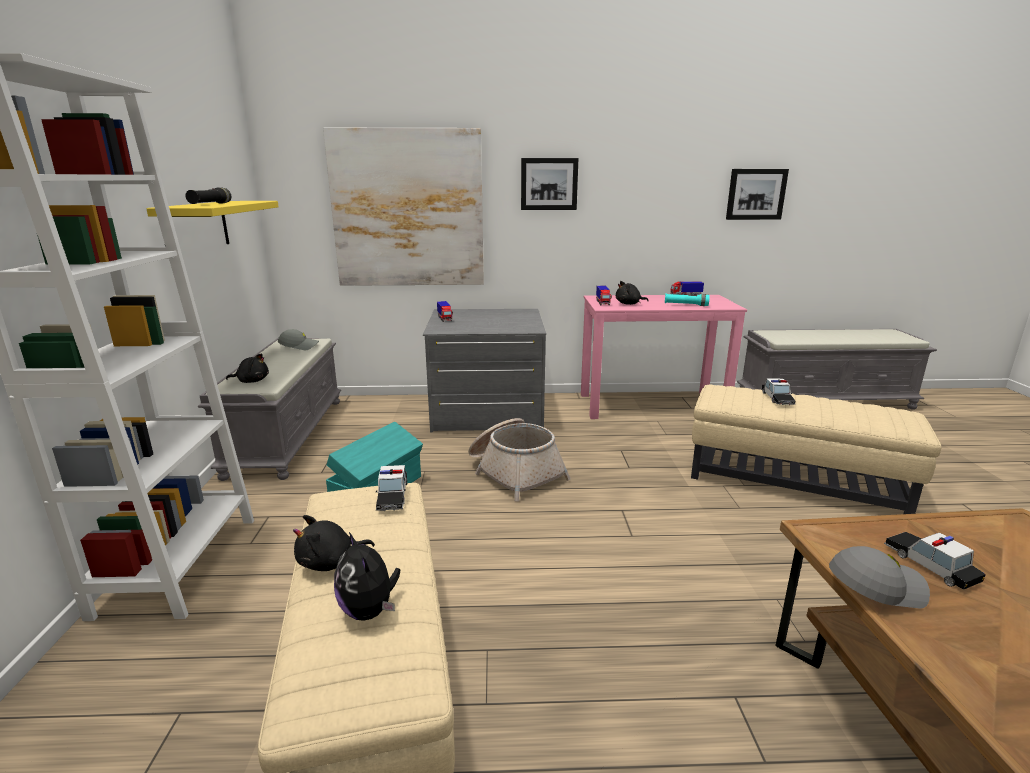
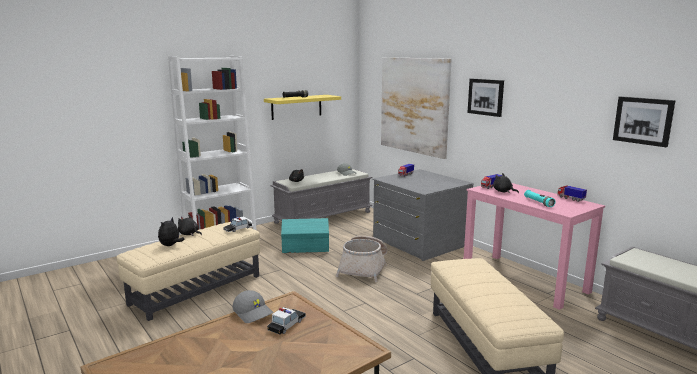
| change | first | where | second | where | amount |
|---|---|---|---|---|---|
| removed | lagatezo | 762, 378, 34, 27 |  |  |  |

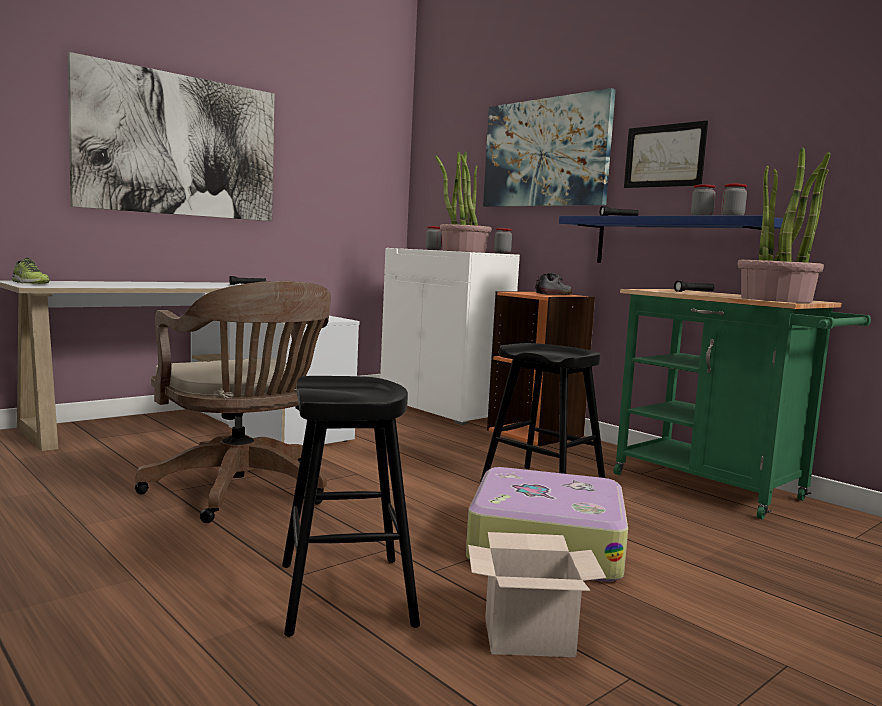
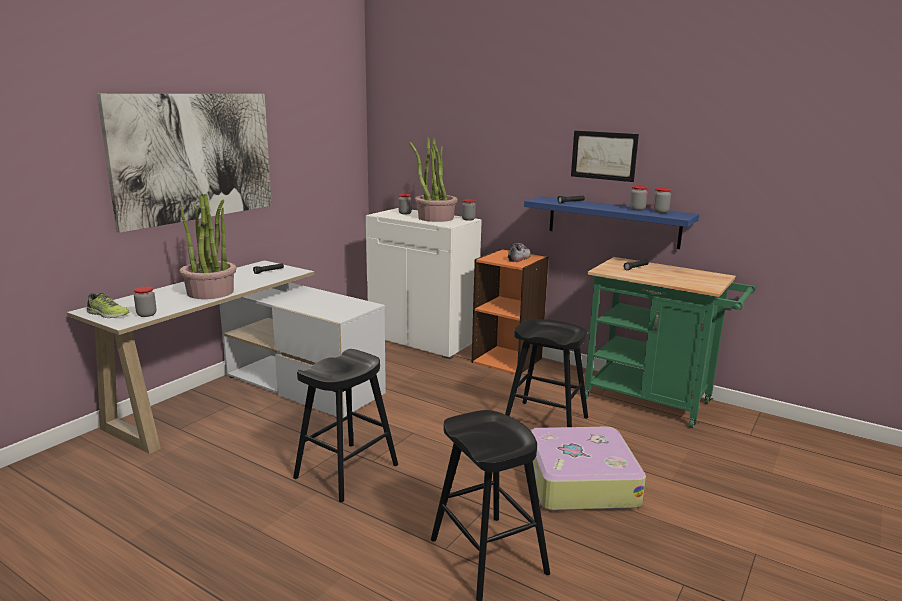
| change | first | where | second | where | amount |
|---|---|---|---|---|---|
| removed | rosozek | 483, 88, 133, 119 |  |  |  |
| moved | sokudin | 738, 147, 93, 156 |  | 180, 194, 56, 105 |  |
| replaced | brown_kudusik | 135, 281, 196, 242 | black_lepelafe | 293, 349, 105, 153 |  |
| removed | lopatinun | 468, 532, 138, 125 |  |  |  |
| added |  |  | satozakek | 134, 286, 23, 31 |  |

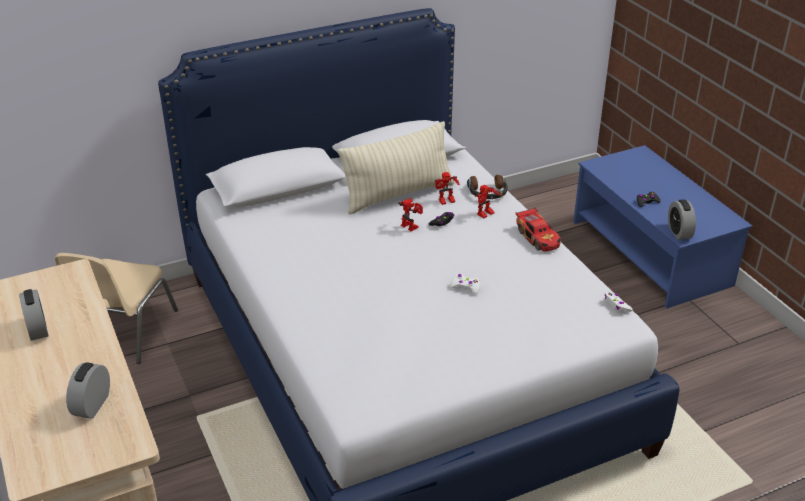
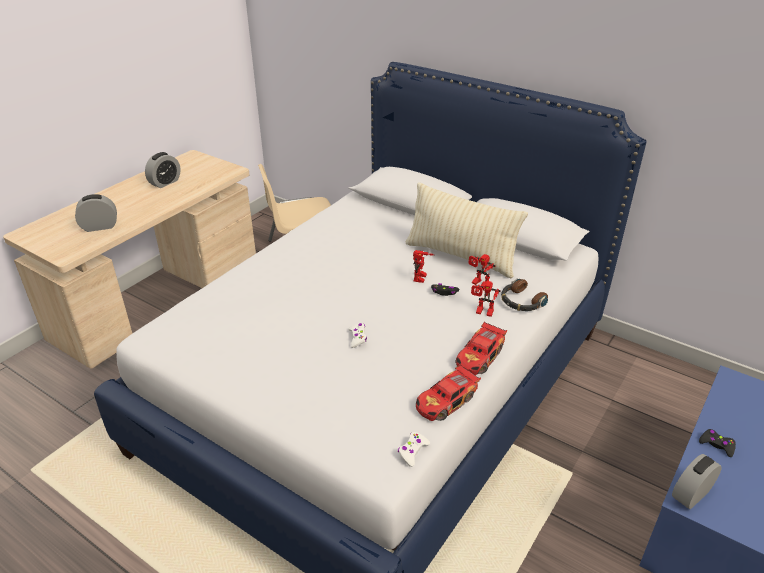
| change | first | where | second | where | amount |
|---|---|---|---|---|---|
| added |  |  | lagatezo | 416, 364, 65, 57 |  |

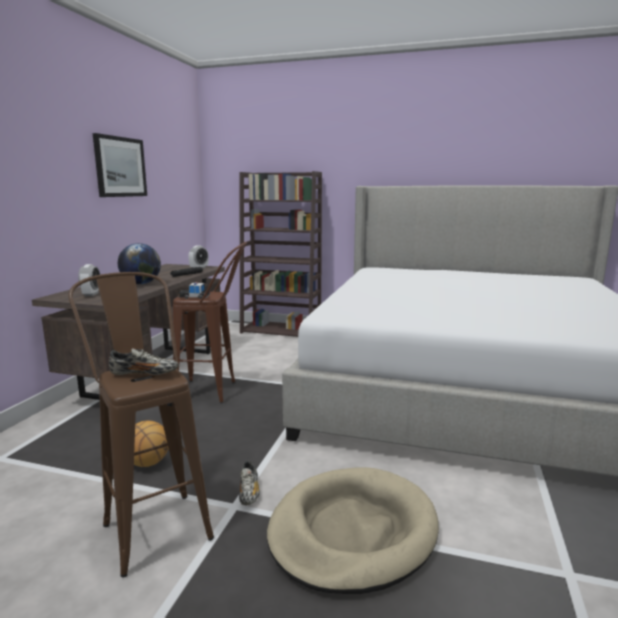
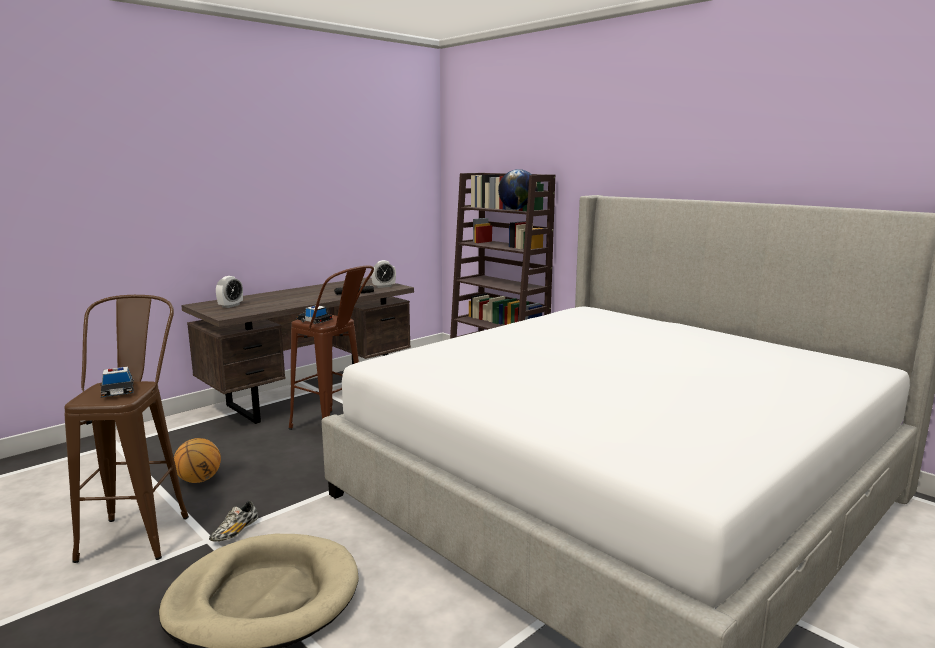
| change | first | where | second | where | amount |
|---|---|---|---|---|---|
| removed | rosozek | 93, 133, 54, 64 |  |  |  |
| moved | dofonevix | 118, 243, 43, 41 |  | 498, 169, 40, 41 |  |
| replaced | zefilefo | 109, 348, 70, 27 | lagatezo | 100, 367, 34, 31 |  |

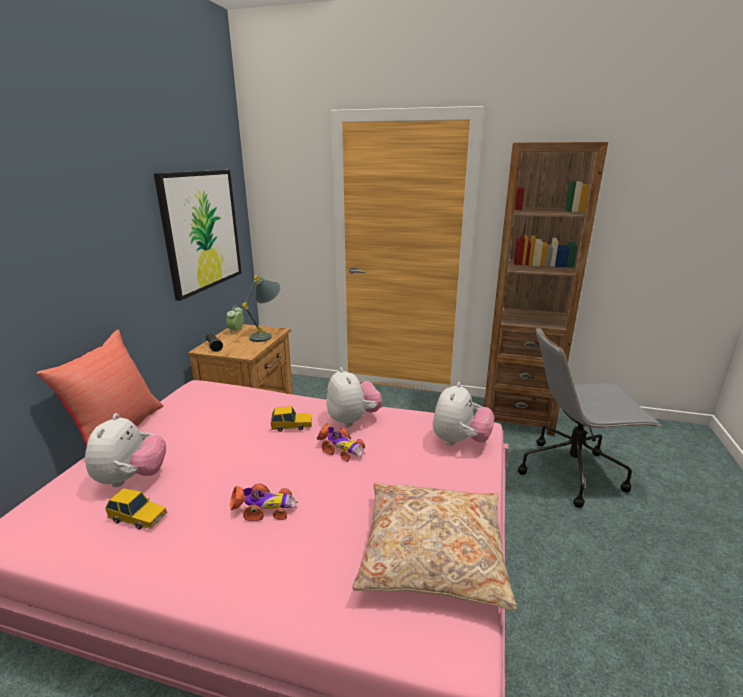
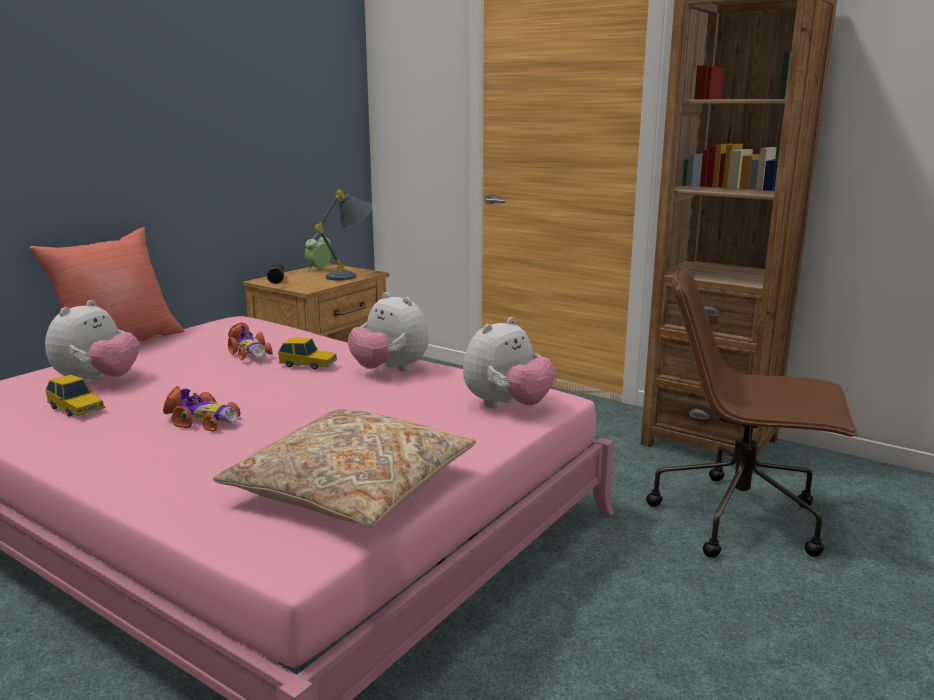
| change | first | where | second | where | amount |
|---|---|---|---|---|---|
| removed | rosozek | 154, 170, 88, 131 |  |  |  |
| recoloured | grey_kudusik | 518, 327, 143, 181 | brown_kudusik | 646, 266, 212, 292 |  |
| turned | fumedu | 327, 367, 56, 60 |  | 348, 292, 81, 79 | 135 degrees clockwise |
| moved | lagatezo | 317, 423, 48, 38 |  | 228, 323, 45, 38 |  |

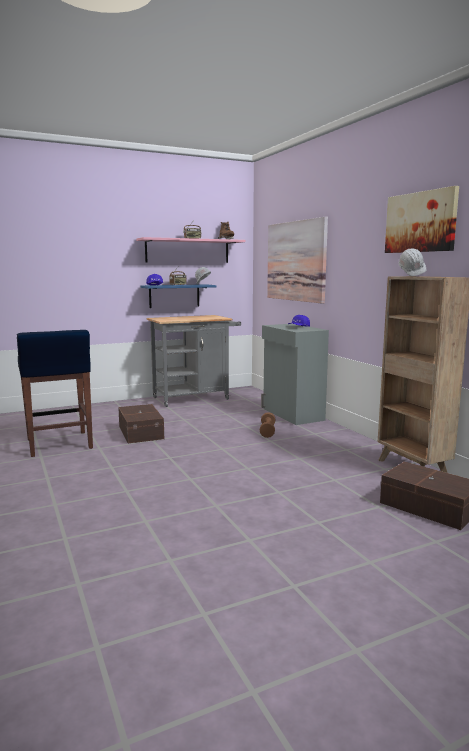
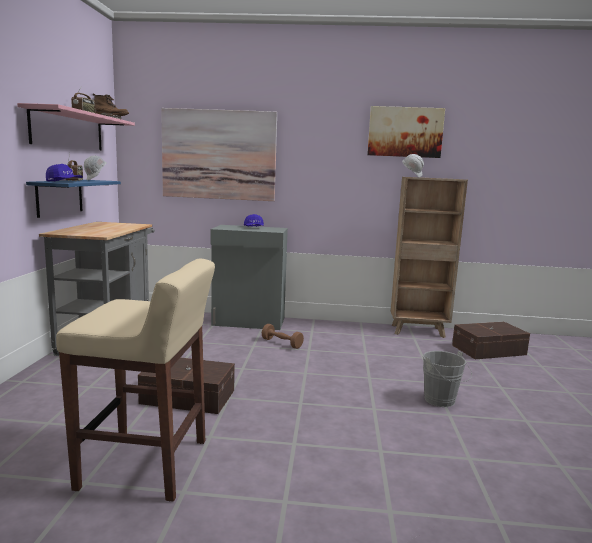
| change | first | where | second | where | amount |
|---|---|---|---|---|---|
| recoloured | blue_lepelafe | 17, 330, 76, 127 | beige_lepelafe | 56, 259, 159, 243 |  |
| added |  |  | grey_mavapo | 423, 351, 49, 56 |  |

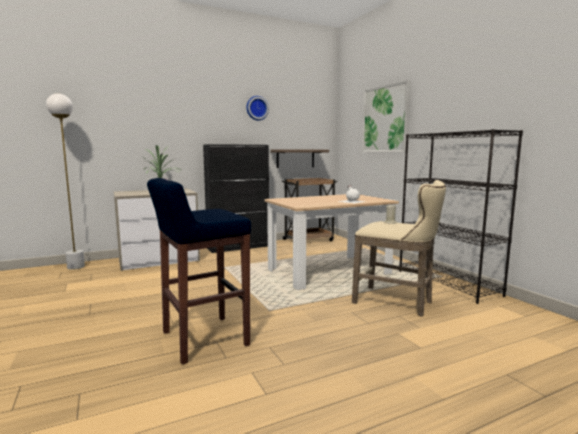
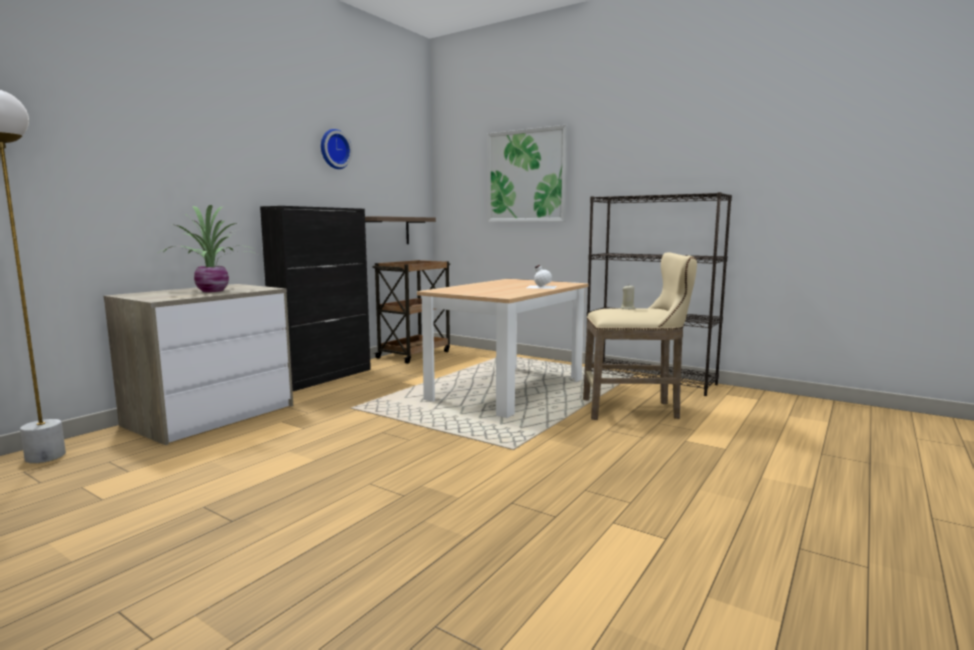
| change | first | where | second | where | amount |
|---|---|---|---|---|---|
| removed | blue_lepelafe | 147, 178, 104, 186 |  |  |  |

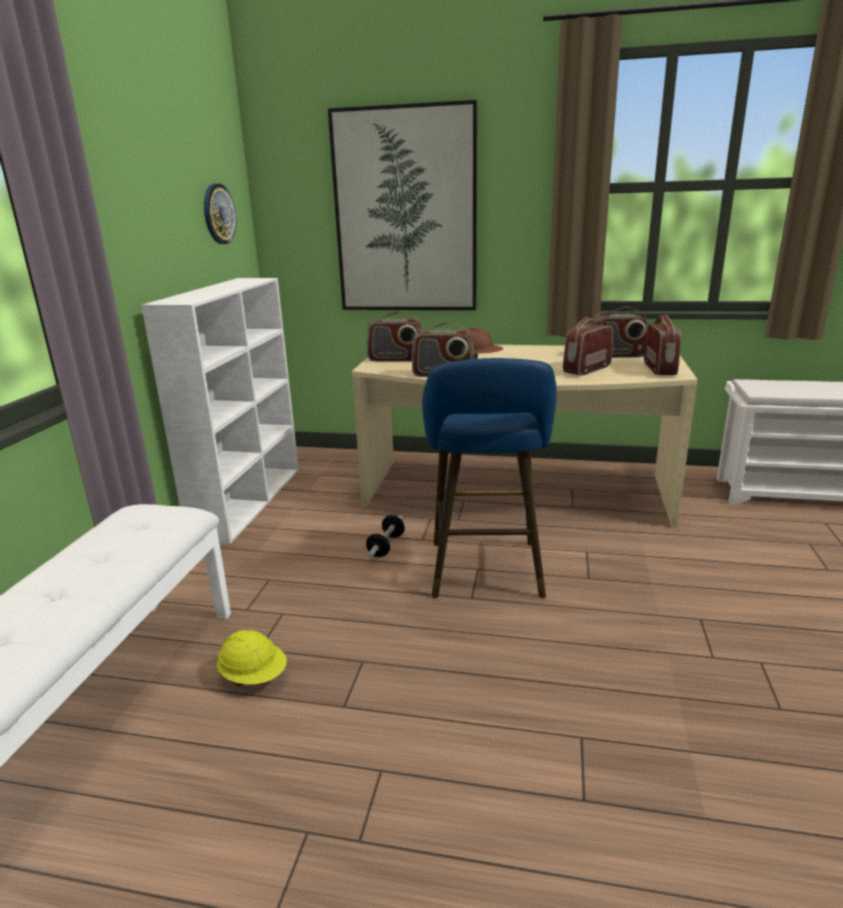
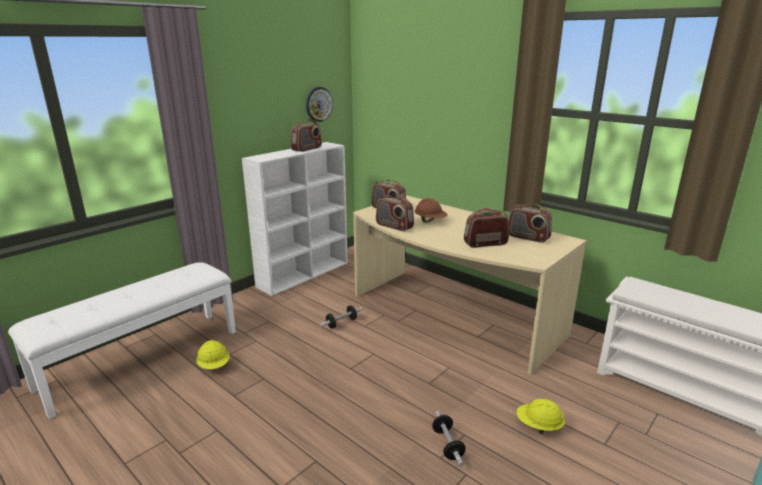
| change | first | where | second | where | amount |
|---|---|---|---|---|---|
| removed | rosozek | 328, 100, 149, 210 |  |  |  |
| moved | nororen | 644, 315, 37, 60 |  | 291, 119, 31, 33 |  |
| removed | blue_lepelafe | 422, 358, 135, 240 |  |  |  |
| added |  |  | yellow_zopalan | 516, 399, 49, 35 |  |
| added |  |  | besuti | 432, 411, 33, 55 |  |

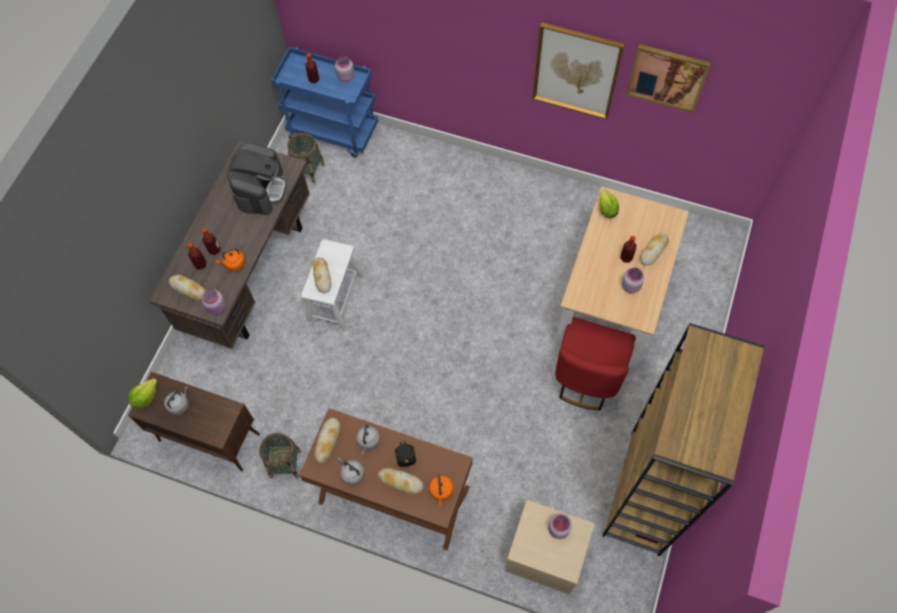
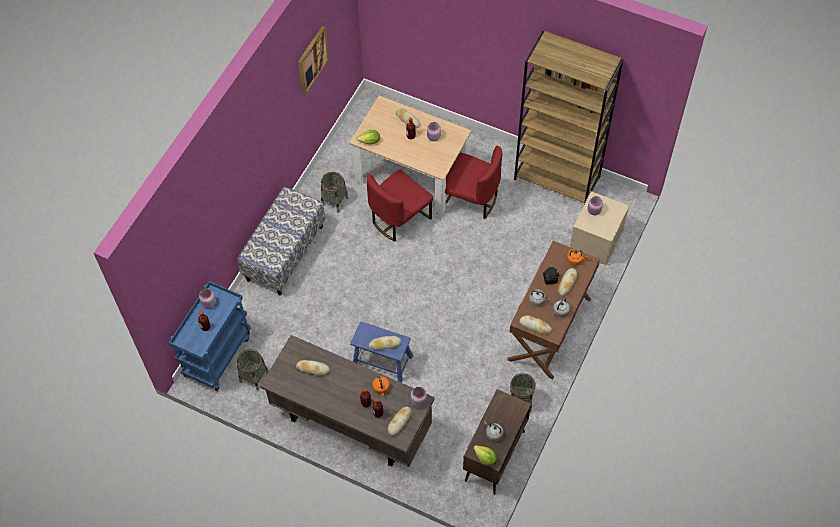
| change | first | where | second | where | amount |
|---|---|---|---|---|---|
| removed | rosozek | 532, 22, 92, 97 |  |  |  |
| replaced | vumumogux | 228, 142, 59, 73 | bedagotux | 296, 360, 34, 16 |  |
| recoloured | white_lepelafe | 301, 240, 63, 90 | blue_lepelafe | 350, 322, 63, 61 |  |
| added |  |  | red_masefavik | 366, 169, 67, 73 |  |
| added |  |  | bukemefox | 321, 172, 28, 41 |  |
| added |  |  | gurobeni | 237, 187, 89, 108 |  |

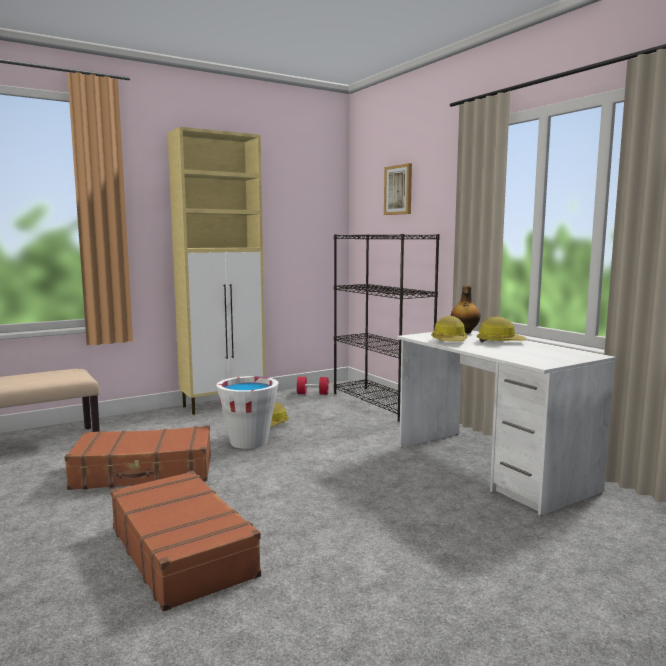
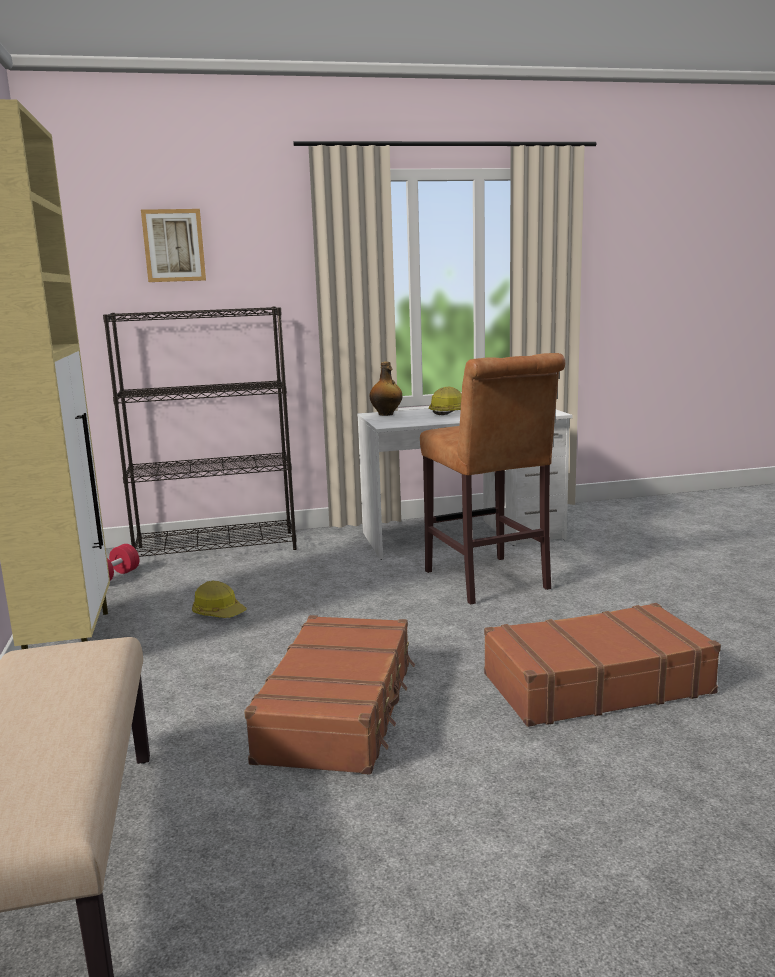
| change | first | where | second | where | amount |
|---|---|---|---|---|---|
| removed | zopalan | 431, 316, 36, 25 |  |  |  |
| removed | white_mavapo | 216, 376, 62, 73 |  |  |  |
| added |  |  | brown_lepelafe | 420, 353, 145, 252 |  |

